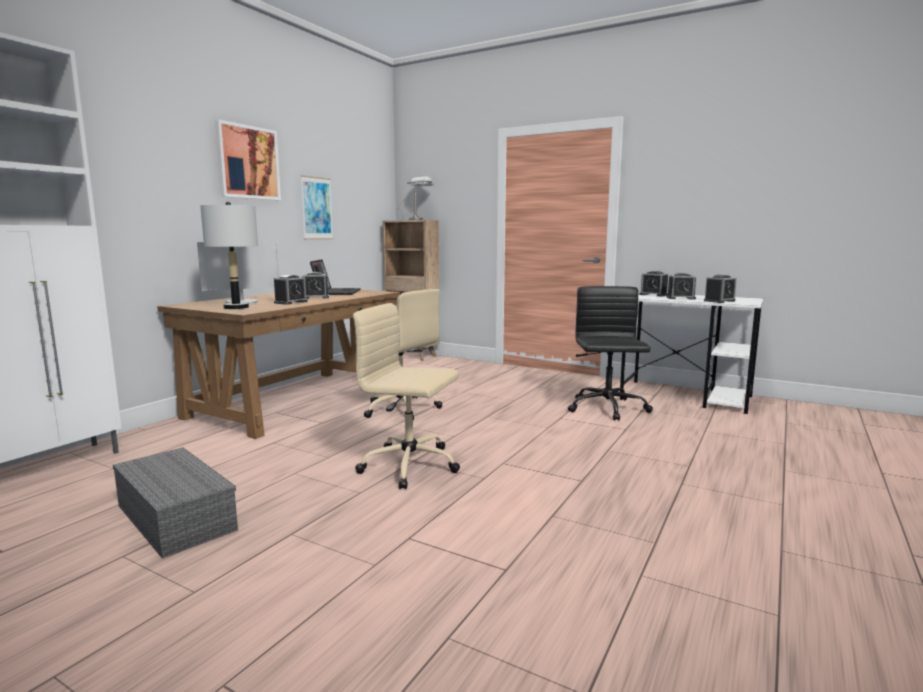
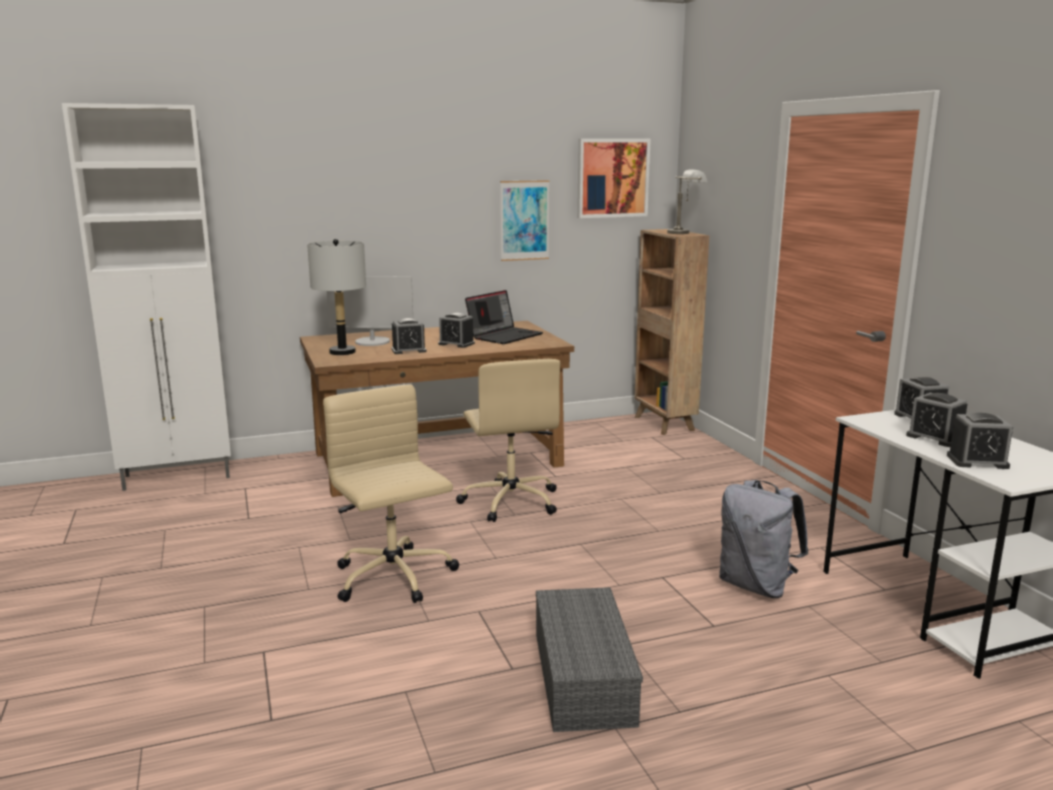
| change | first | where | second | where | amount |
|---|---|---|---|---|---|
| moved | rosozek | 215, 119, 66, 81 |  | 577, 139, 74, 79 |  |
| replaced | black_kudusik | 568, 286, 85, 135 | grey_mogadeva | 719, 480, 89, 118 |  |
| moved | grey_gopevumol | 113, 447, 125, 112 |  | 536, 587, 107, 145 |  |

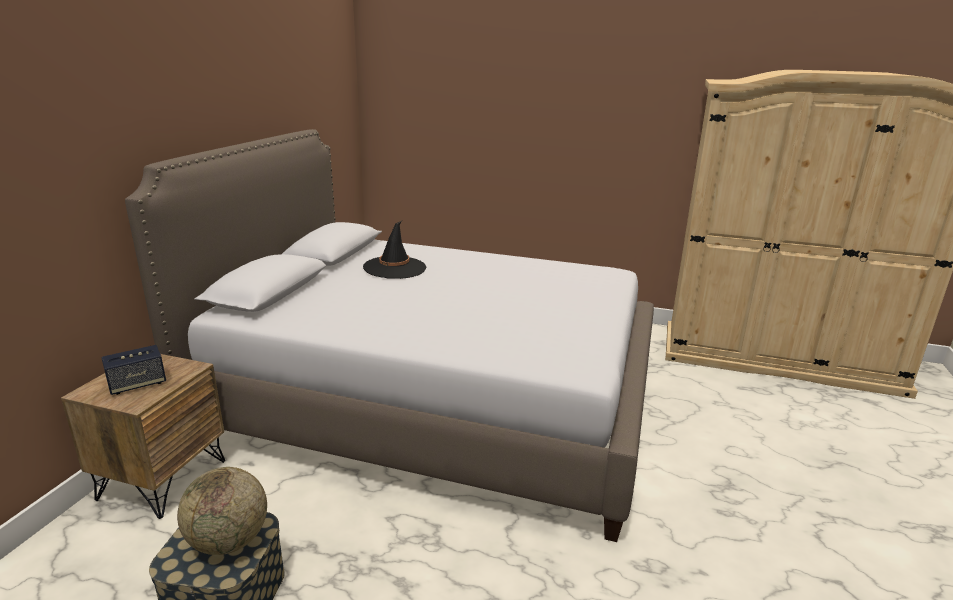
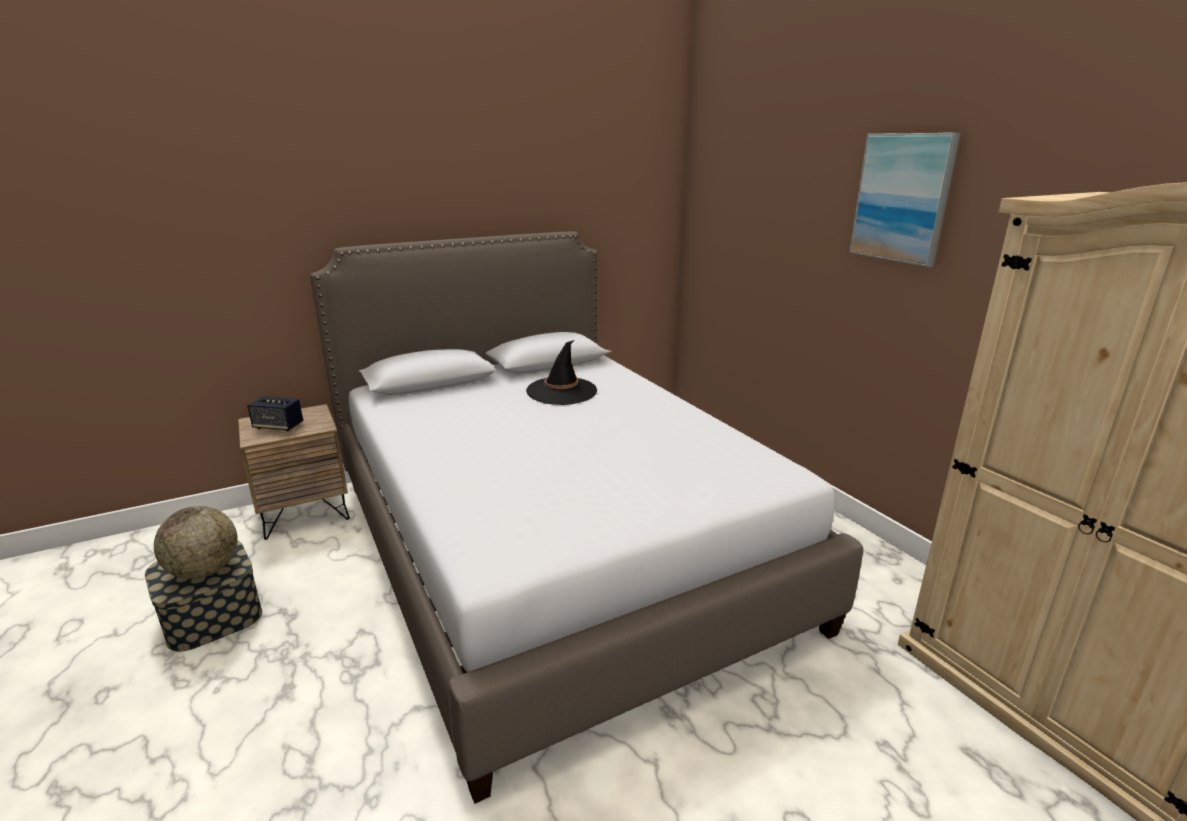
| change | first | where | second | where | amount |
|---|---|---|---|---|---|
| added |  |  | rosozek | 849, 133, 111, 134 |  |

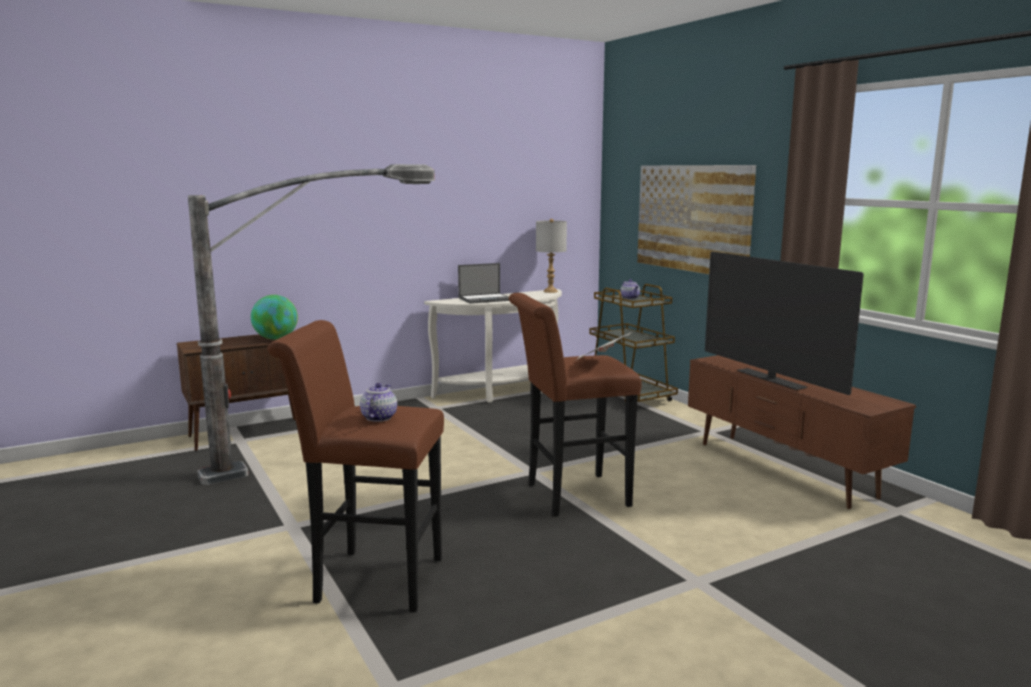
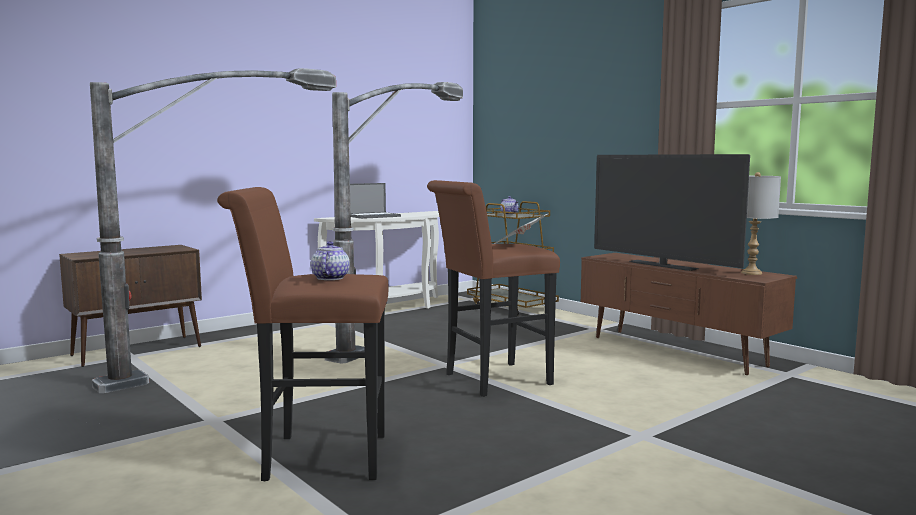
| change | first | where | second | where | amount |
|---|---|---|---|---|---|
| removed | rosozek | 637, 165, 119, 109 |  |  |  |
| moved | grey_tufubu | 536, 219, 31, 74 |  | 741, 172, 40, 103 |  |
| removed | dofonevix | 251, 295, 47, 45 |  |  |  |
| added |  |  | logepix | 325, 82, 138, 282 |  |

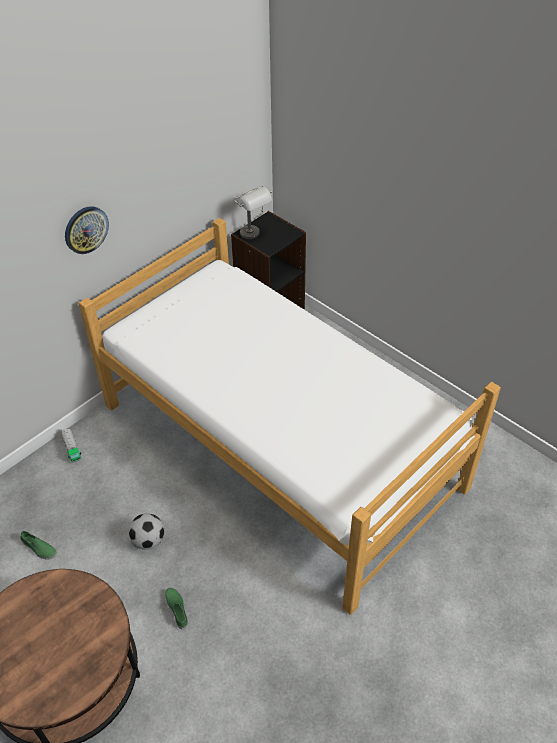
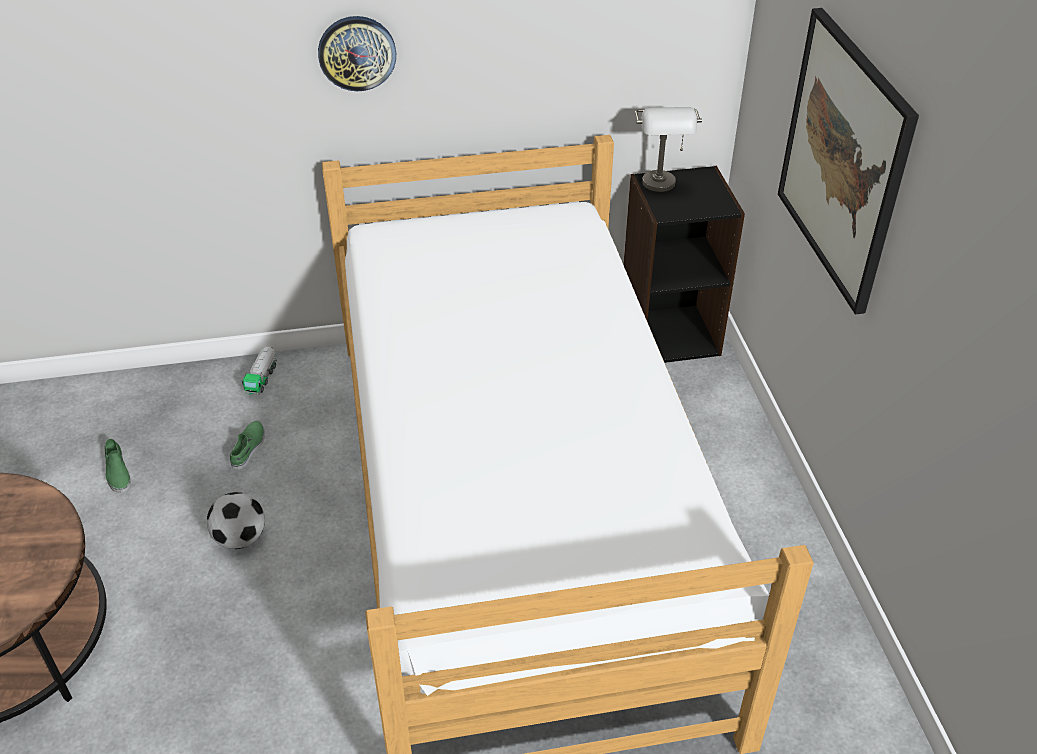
| change | first | where | second | where | amount |
|---|---|---|---|---|---|
| moved | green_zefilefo | 165, 588, 23, 42 |  | 230, 421, 35, 49 |  |
| added |  |  | rosozek | 778, 8, 141, 307 |  |

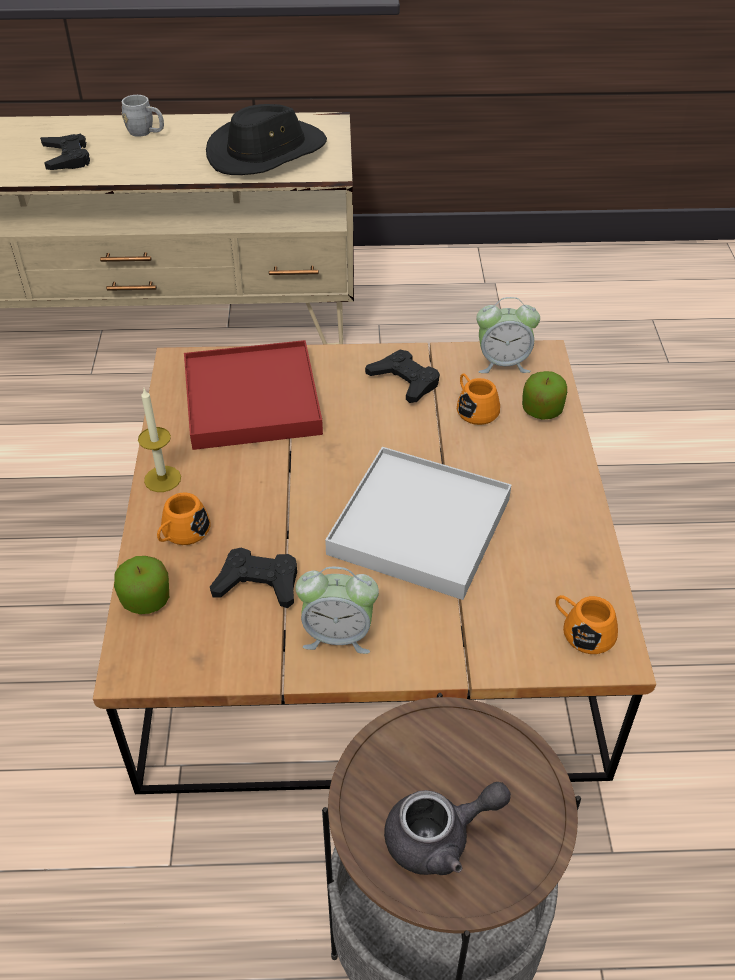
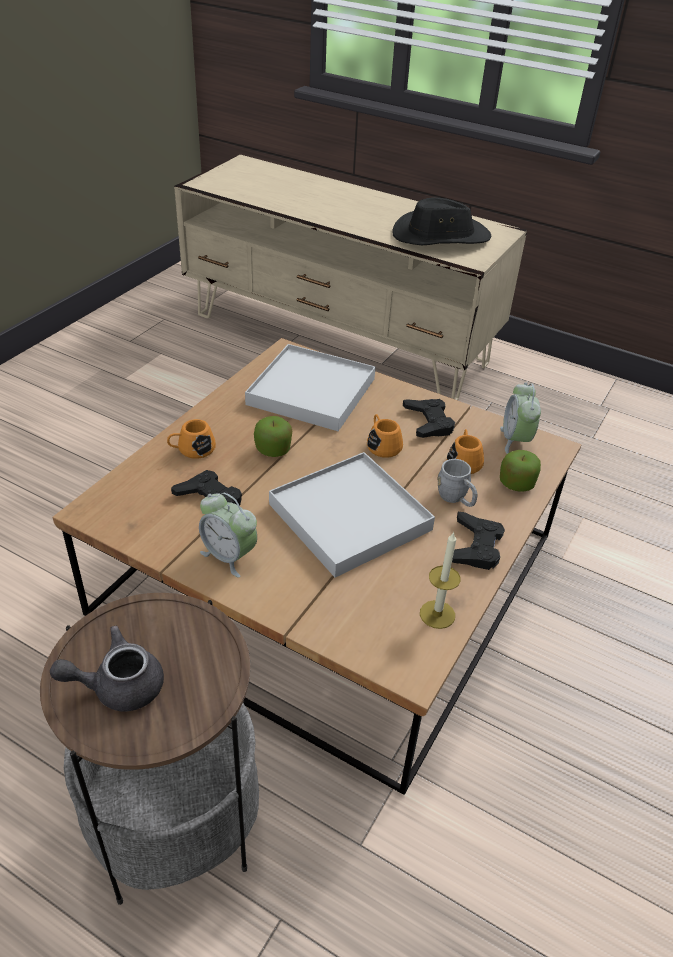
| change | first | where | second | where | amount |
|---|---|---|---|---|---|
| moved | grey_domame | 122, 95, 42, 42 |  | 437, 459, 40, 48 |  |
| moved | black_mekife | 40, 134, 50, 36 |  | 452, 512, 53, 58 |  |
| turned | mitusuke | 476, 297, 64, 76 |  | 500, 382, 41, 72 | 60 degrees clockwise |
| recoloured | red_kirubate | 184, 340, 139, 110 | white_kirubate | 245, 344, 131, 87 |  |
| moved | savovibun | 138, 389, 43, 103 |  | 420, 532, 40, 97 |  |
| moved | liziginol | 114, 556, 55, 58 |  | 254, 416, 38, 41 |  |
| moved | orange_domame | 555, 595, 63, 59 |  | 367, 414, 36, 44 |  |
| turned | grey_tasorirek | 384, 782, 127, 93 |  | 50, 626, 114, 85 | 150 degrees clockwise |

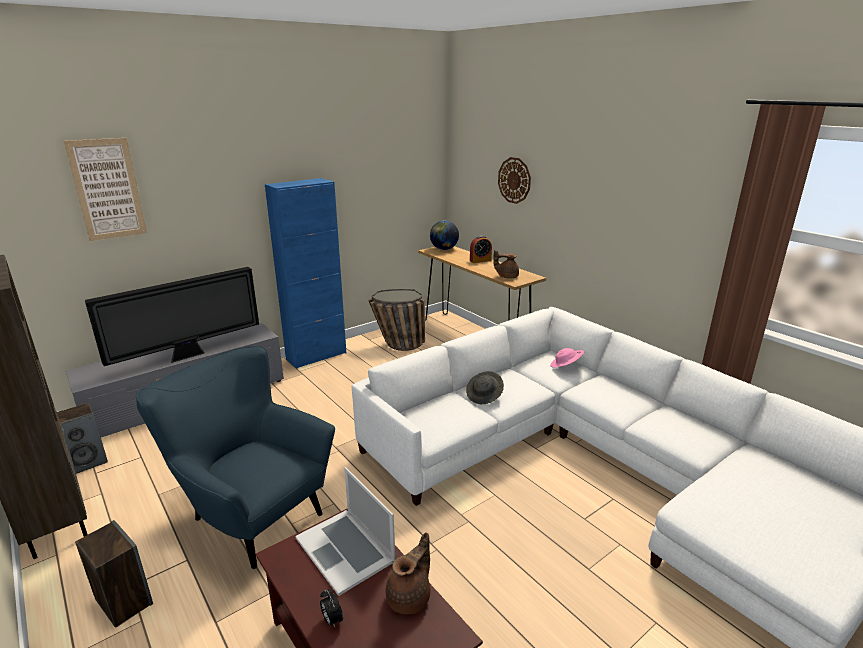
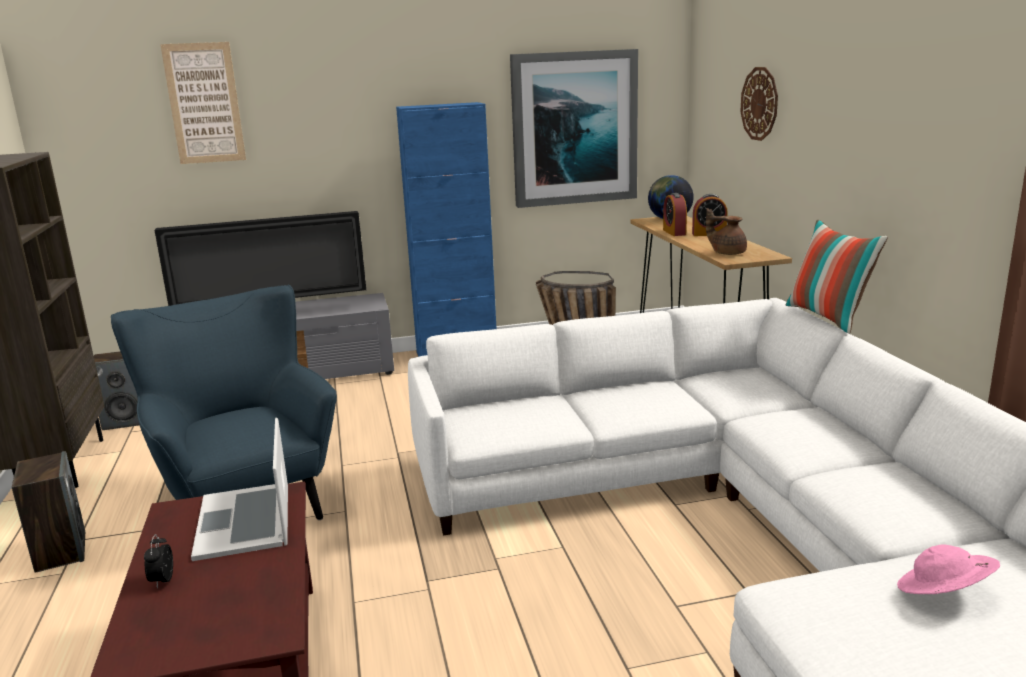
| change | first | where | second | where | amount |
|---|---|---|---|---|---|
| moved | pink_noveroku | 550, 348, 34, 20 |  | 897, 544, 103, 50 |  |
| removed | grey_noveroku | 466, 371, 38, 33 |  |  |  |
| removed | brown_tasorirek | 386, 532, 44, 82 |  |  |  |
| added |  |  | rosozek | 510, 49, 128, 159 |  |
| added |  |  | mitusuke | 663, 193, 24, 43 |  |
| added |  |  | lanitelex | 786, 219, 102, 115 |  |

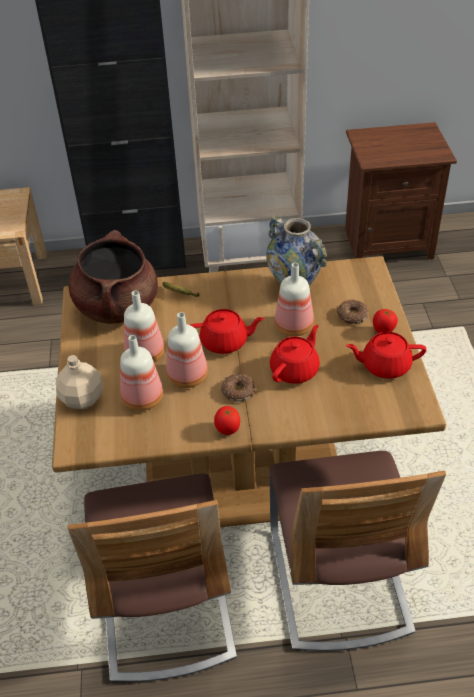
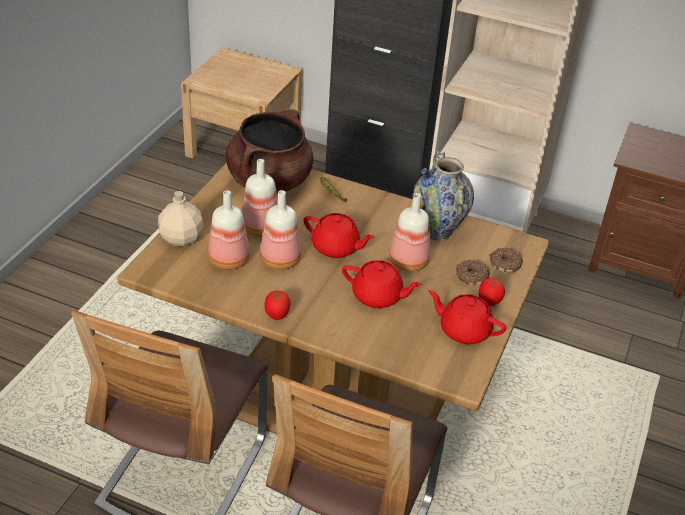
| change | first | where | second | where | amount |
|---|---|---|---|---|---|
| turned | red_tasorirek | 270, 324, 50, 60 |  | 342, 260, 80, 48 | 45 degrees clockwise |
| moved | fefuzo | 220, 374, 35, 28 |  | 489, 248, 34, 25 |  |

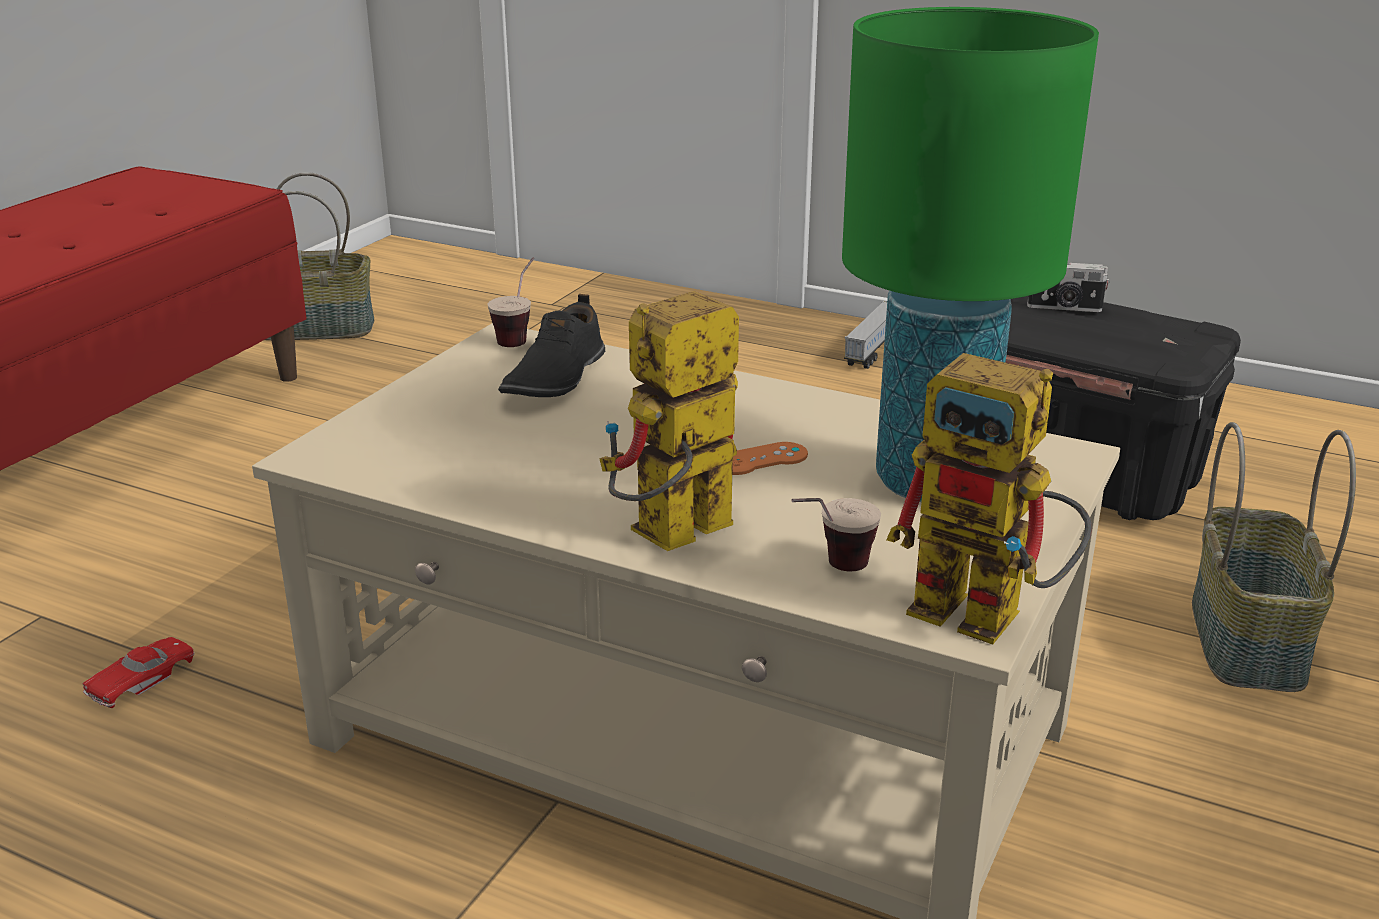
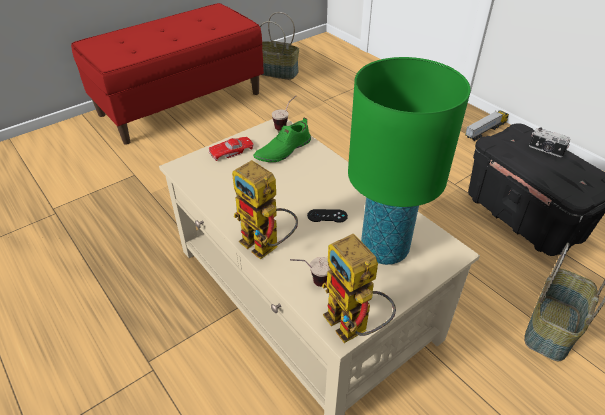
| change | first | where | second | where | amount |
|---|---|---|---|---|---|
| turned | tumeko | 599, 291, 140, 260 |  | 232, 160, 66, 99 | 120 degrees counterclockwise |
| recoloured | black_zefilefo | 498, 294, 107, 103 | green_zefilefo | 253, 118, 58, 44 |  |
| recoloured | orange_mekife | 732, 442, 76, 33 | black_mekife | 307, 209, 41, 14 |  |
| moved | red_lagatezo | 83, 637, 112, 71 |  | 209, 137, 45, 24 |  |

